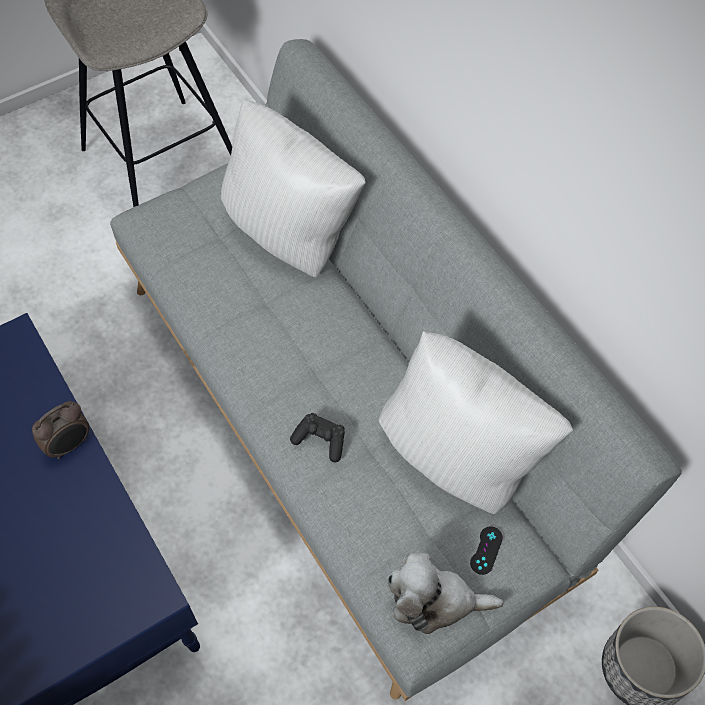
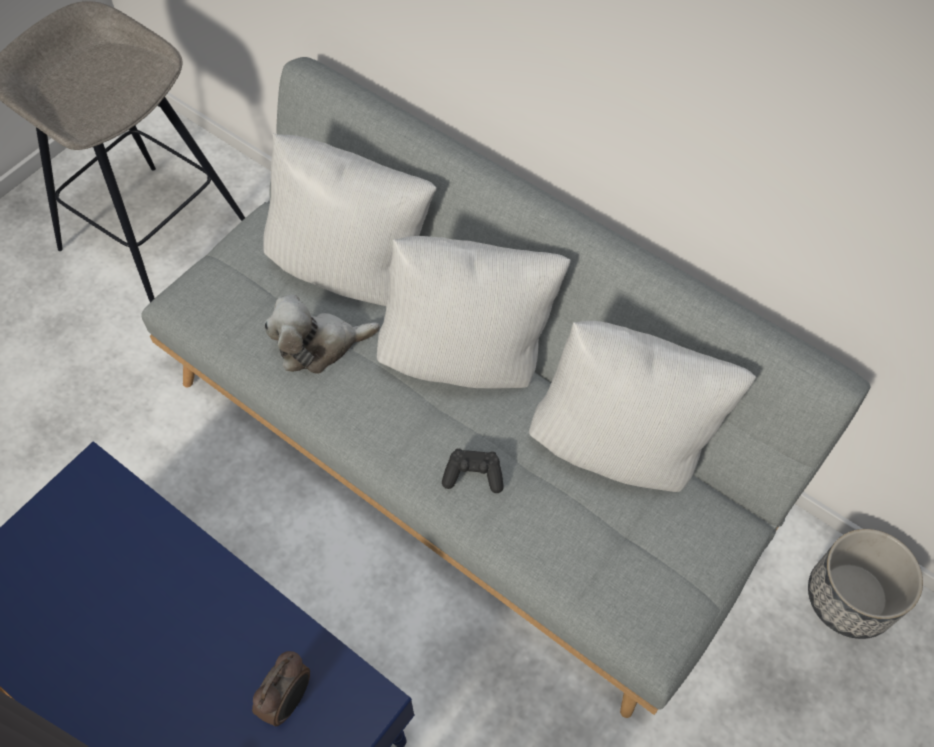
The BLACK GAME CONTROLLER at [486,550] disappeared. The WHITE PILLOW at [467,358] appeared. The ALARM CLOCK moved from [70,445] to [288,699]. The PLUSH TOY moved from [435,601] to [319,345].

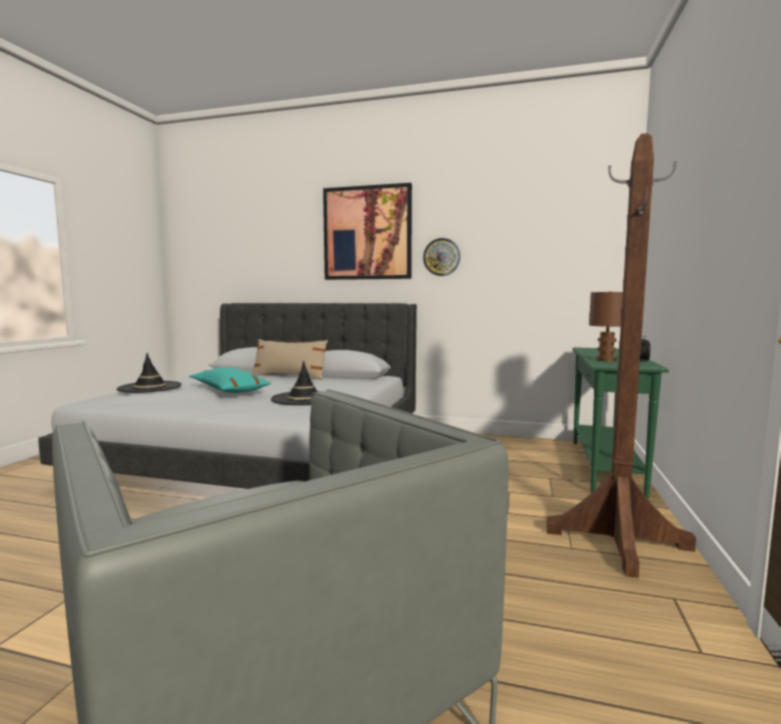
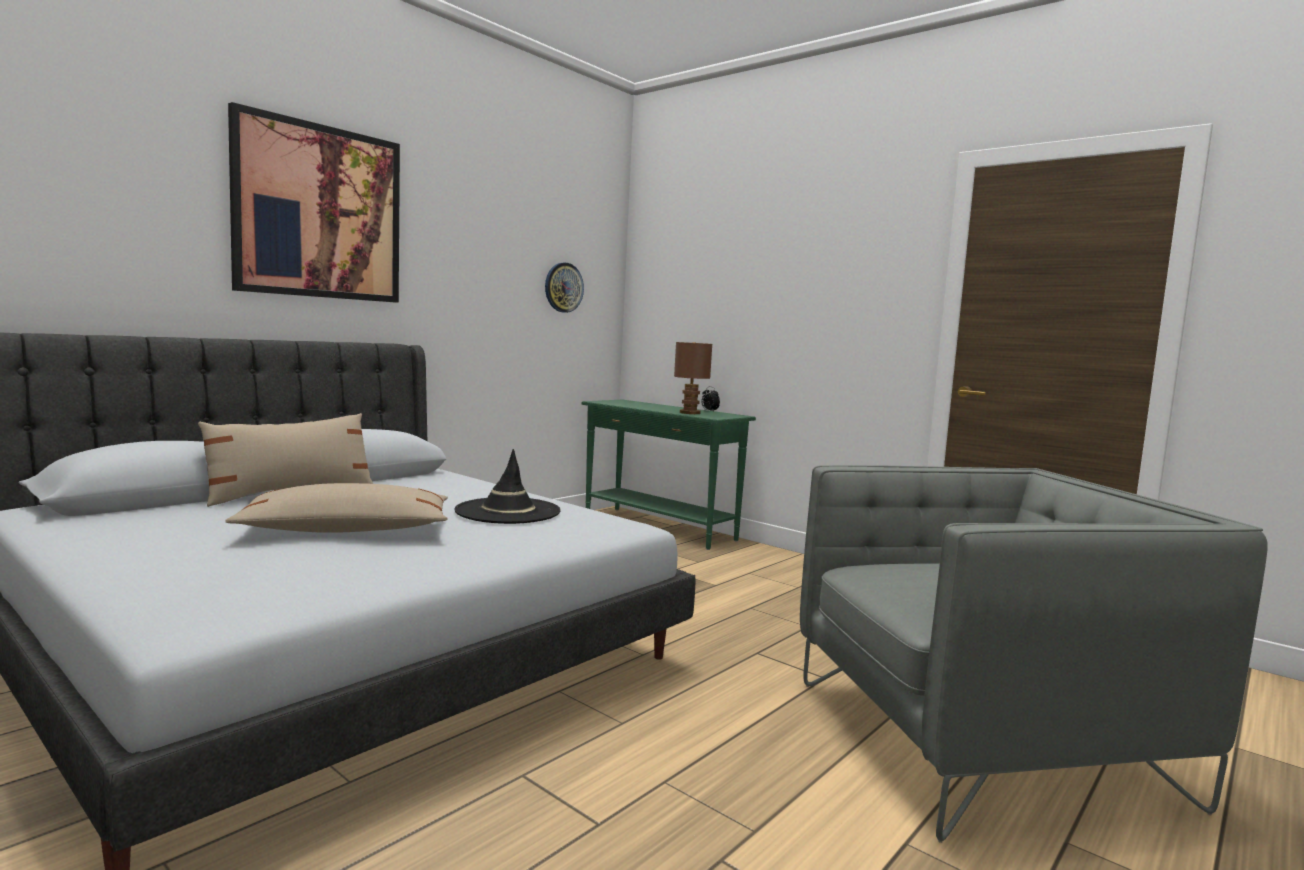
The BLACK HAT at [150,387] disappeared. The BROWN CLOTHES RACK at [617,539] disappeared. The WALL CLOCK moved from [441,257] to [563,287]. The TURQUOISE PILLOW at [229,390] became the BEIGE PILLOW at [347,530].

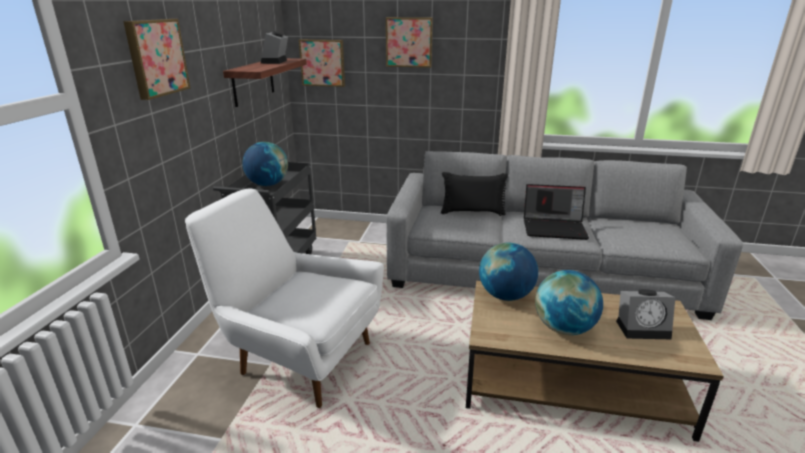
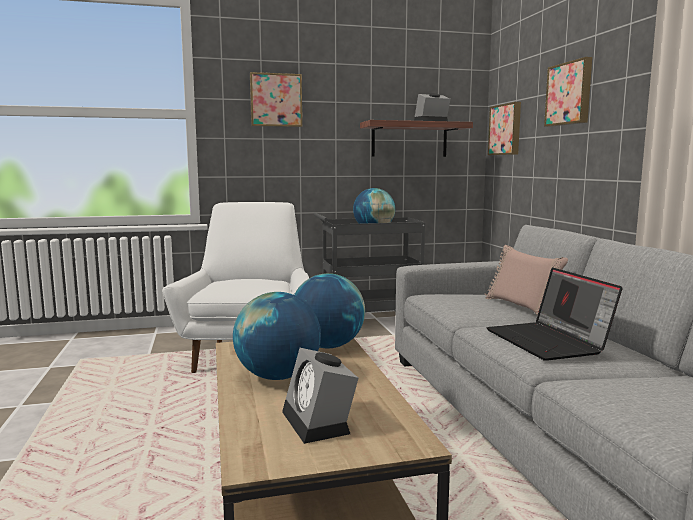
The BLACK PILLOW at [472,212] became the BEIGE PILLOW at [521,308].

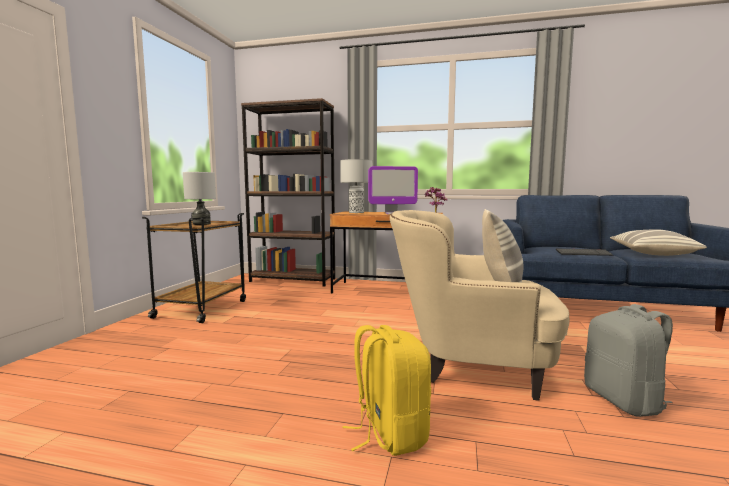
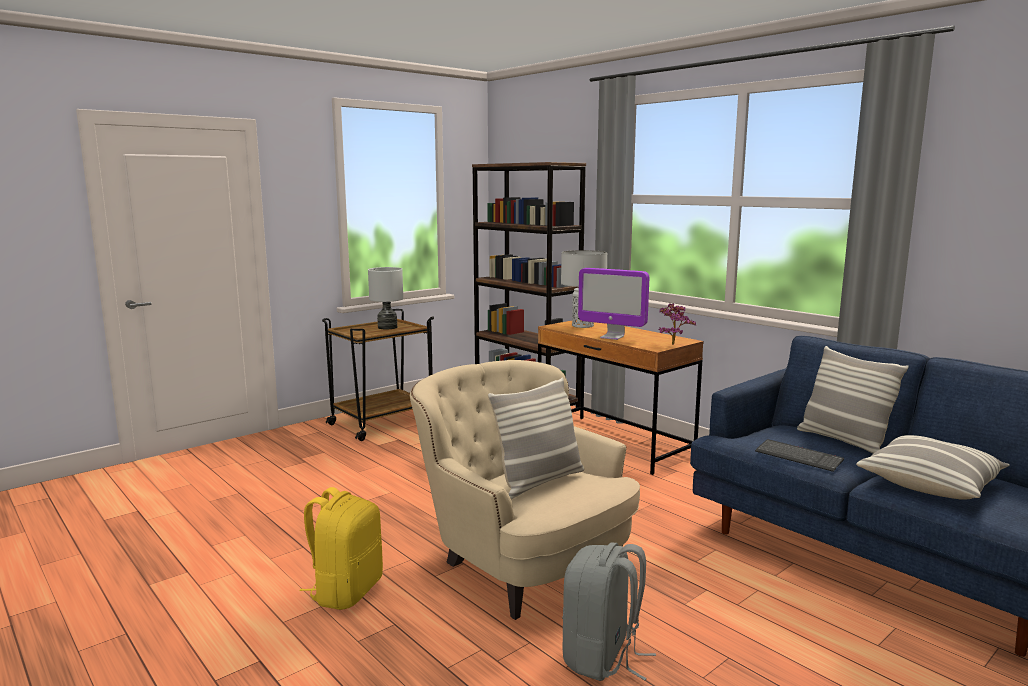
The PILLOW at [843,441] appeared.

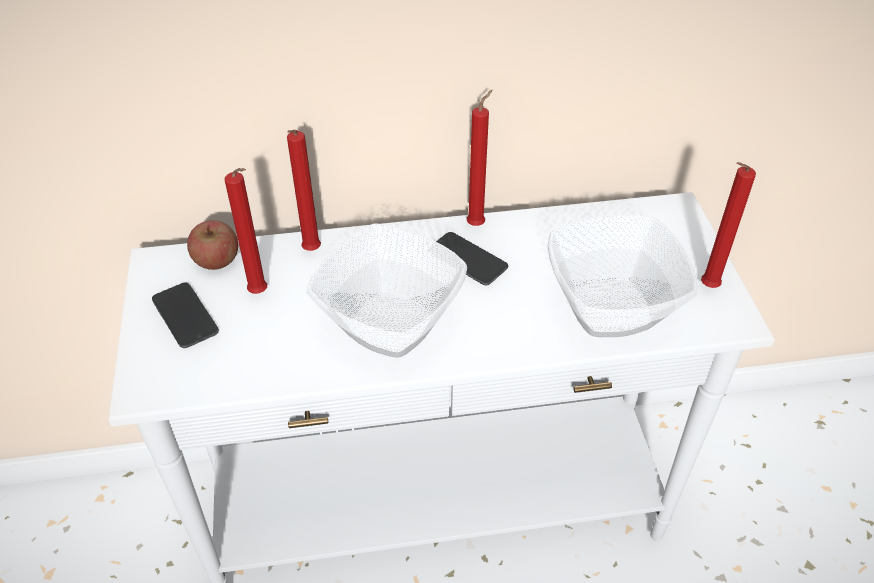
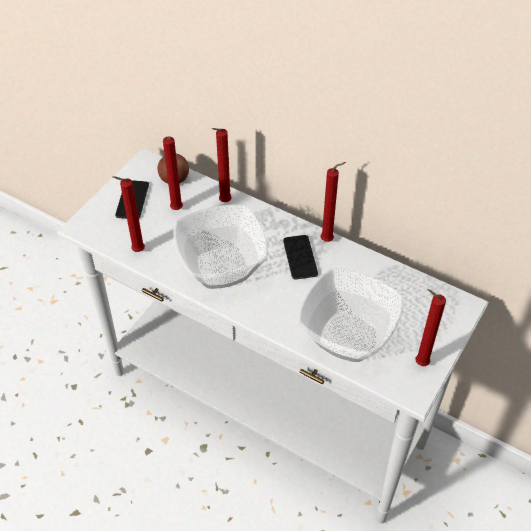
The RED CANDLE at [136,251] appeared.

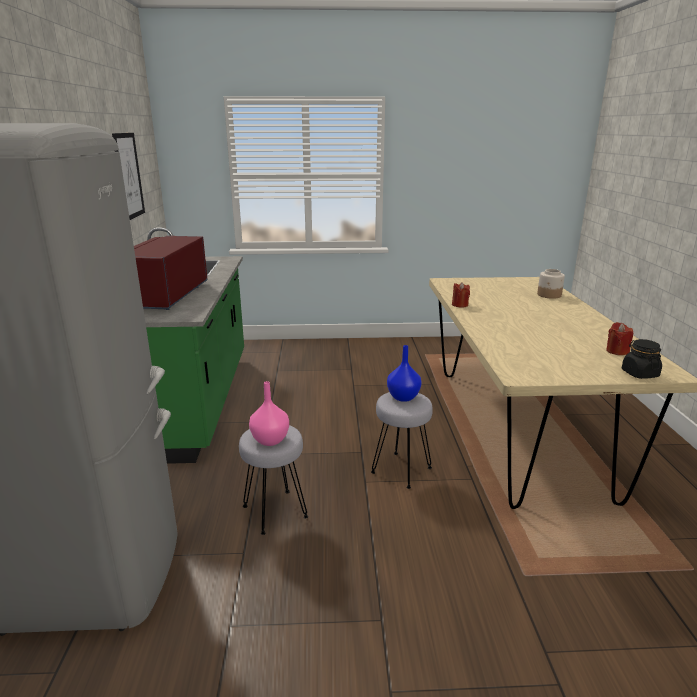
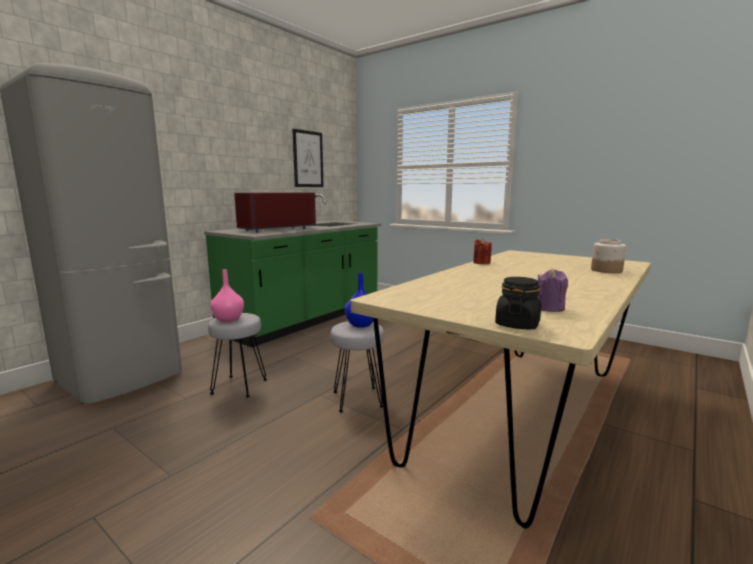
The RED CANDLE at [617,351] became the PURPLE CANDLE at [549,308].

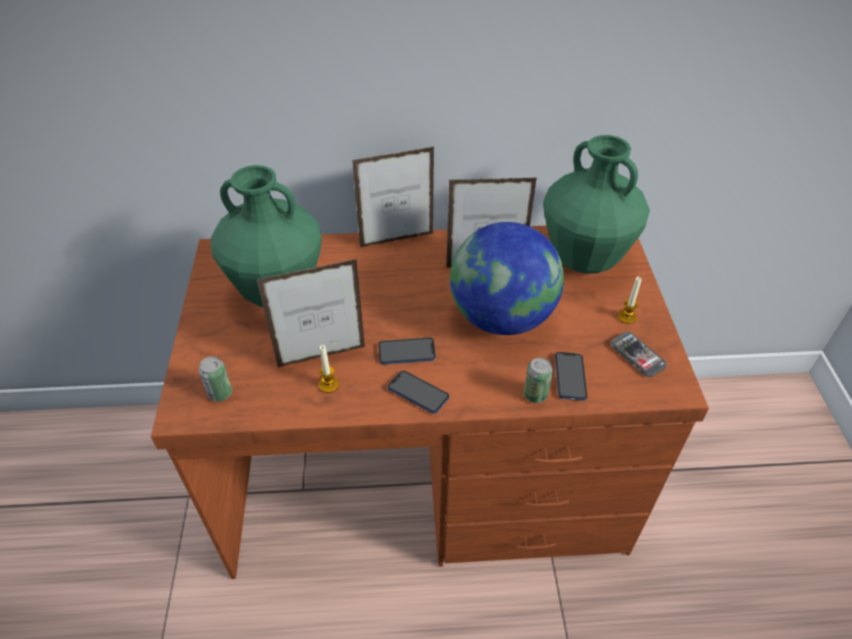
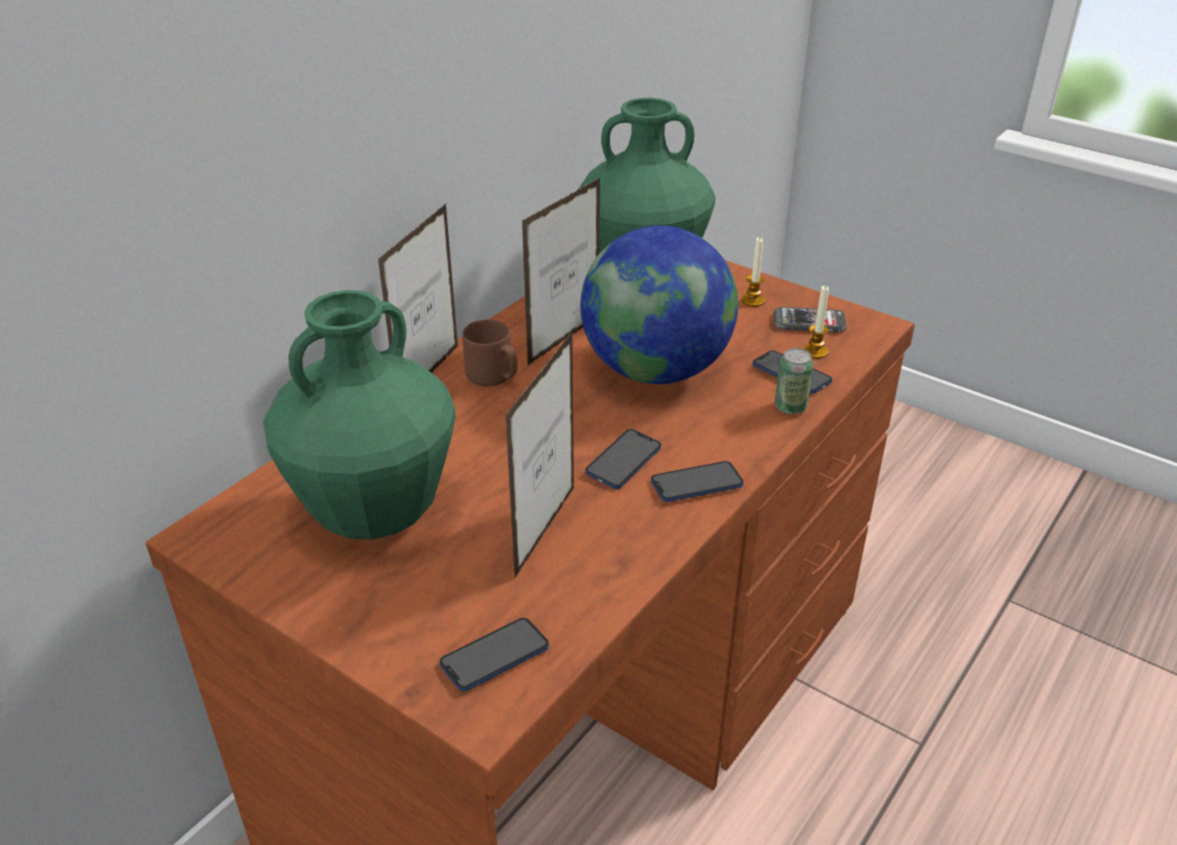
The BROWN MUG at [493,376] appeared. The CANDLE moved from [328,385] to [815,351]. The CAN at [220,393] was replaced by the PHONE at [494,656].

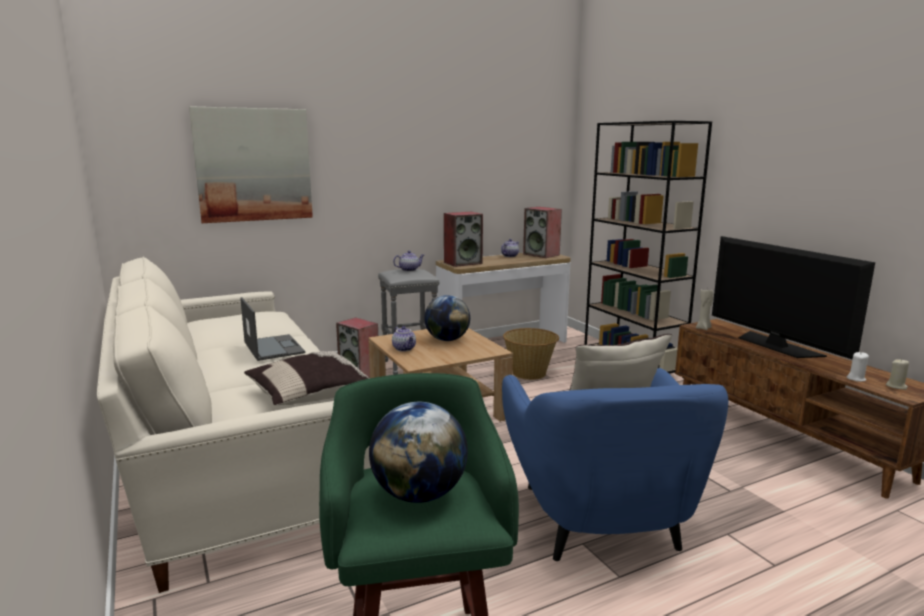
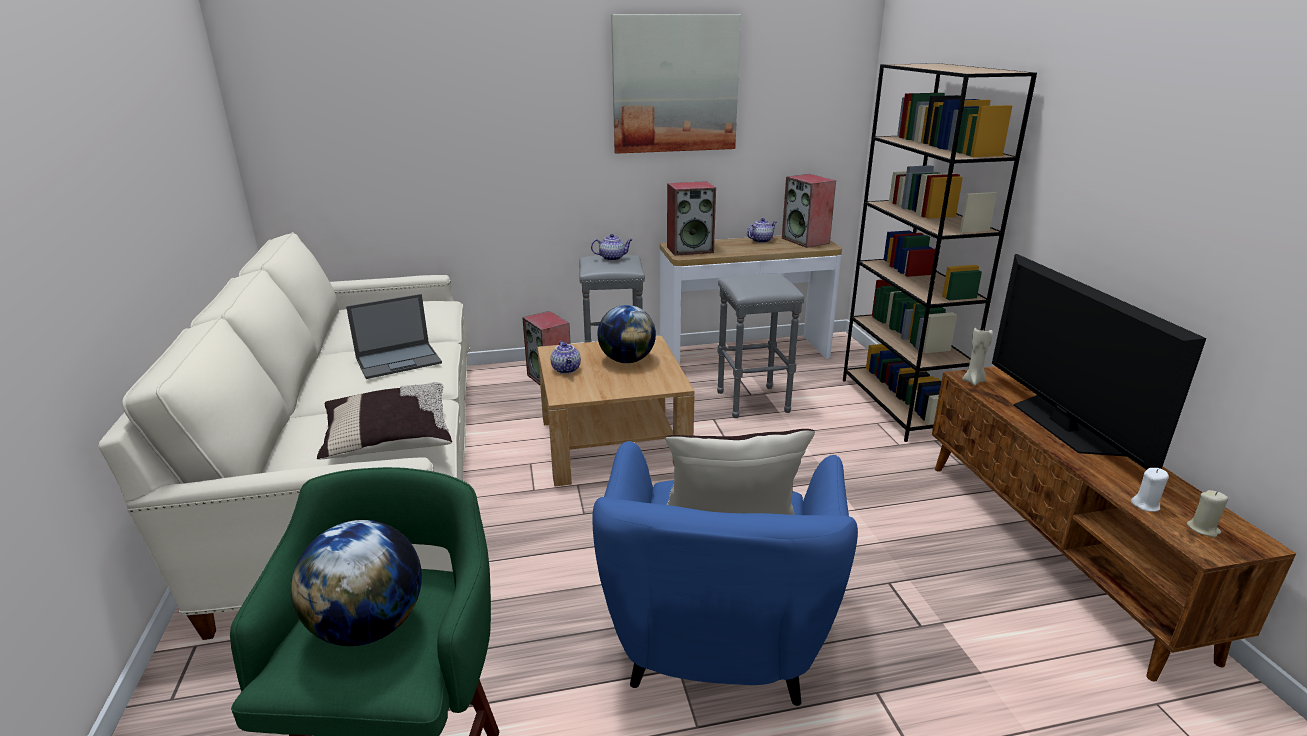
The PICTURE moved from [253,165] to [675,84]. The BASKET at [529,373] was replaced by the GREY STOOL at [754,402]. The LAPTOP at [273,347] turned 75 degrees clockwise.

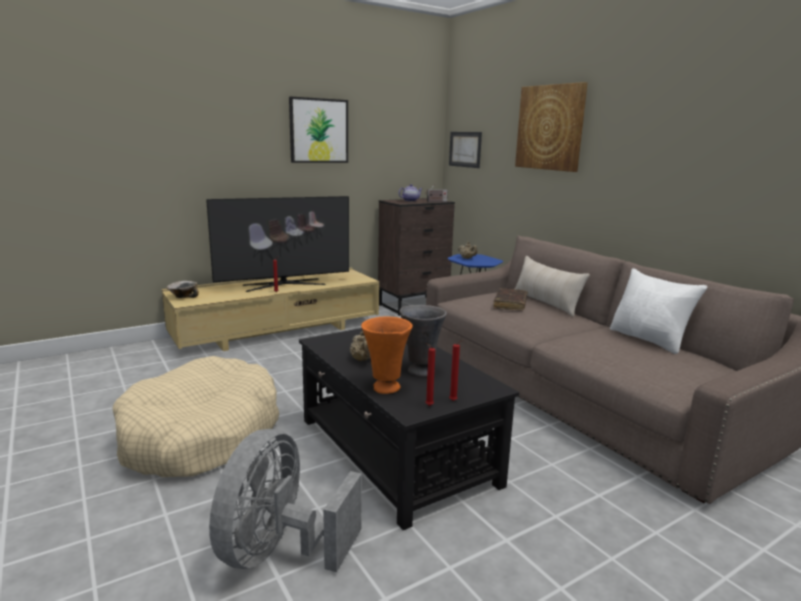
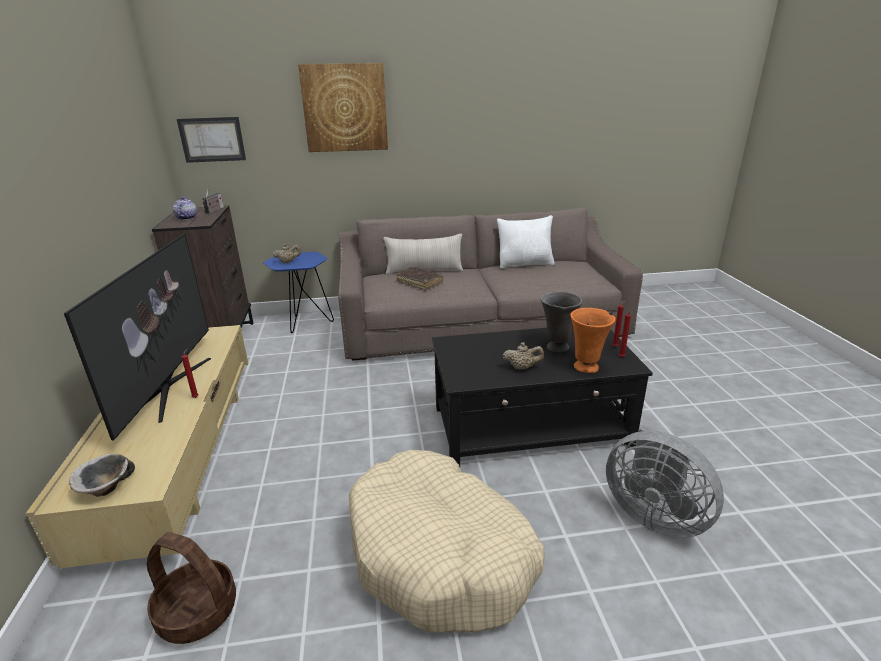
The PICTURE at [319,131] disappeared. The BASKET at [197,612] appeared.

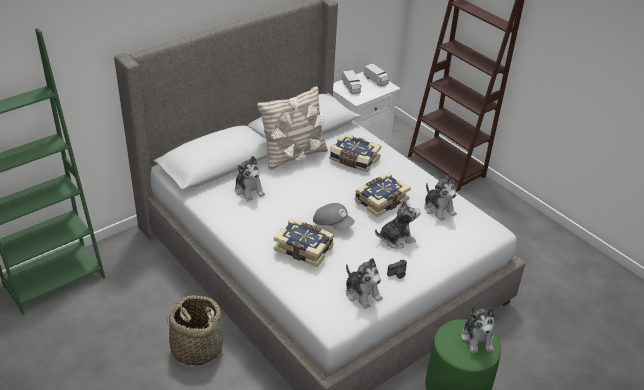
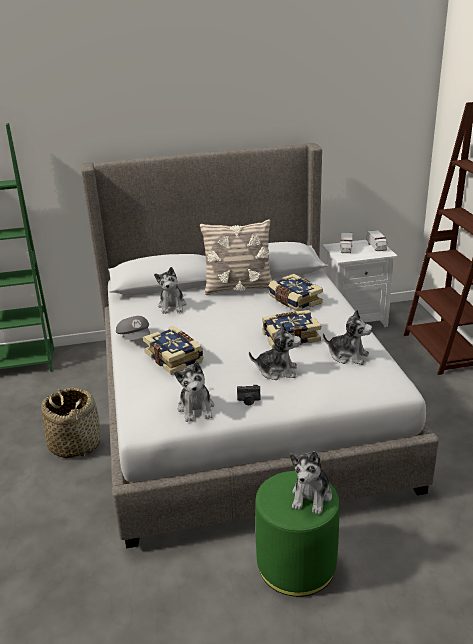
The GREY CAP moved from [333,224] to [135,337]. The PLUSH TOY at [438,209] turned 60 degrees counterclockwise.

